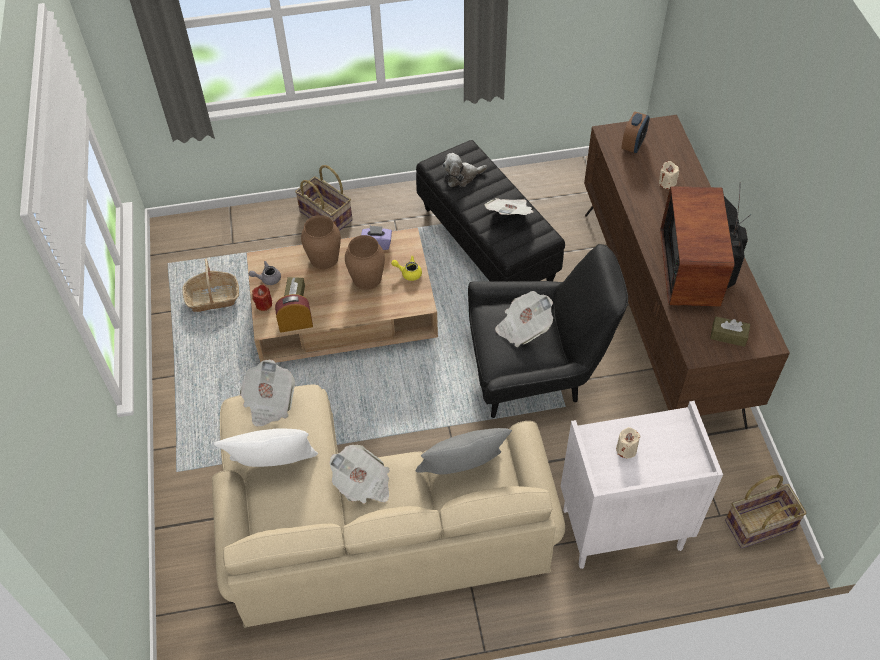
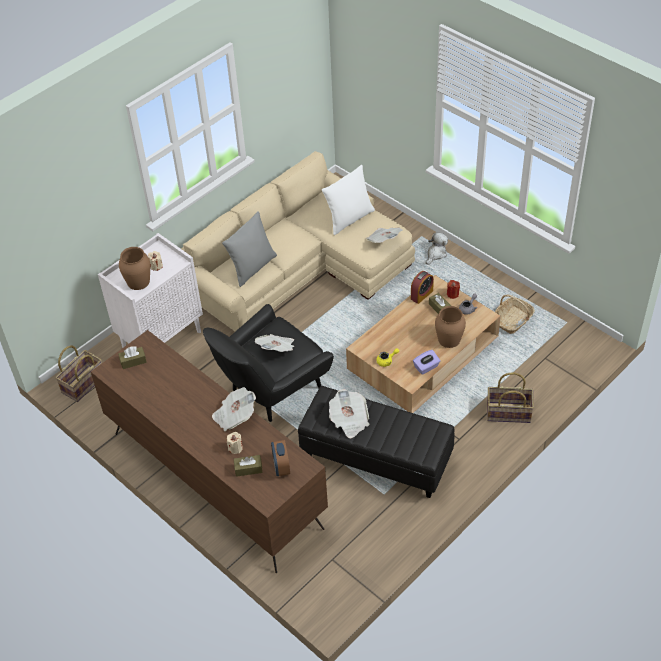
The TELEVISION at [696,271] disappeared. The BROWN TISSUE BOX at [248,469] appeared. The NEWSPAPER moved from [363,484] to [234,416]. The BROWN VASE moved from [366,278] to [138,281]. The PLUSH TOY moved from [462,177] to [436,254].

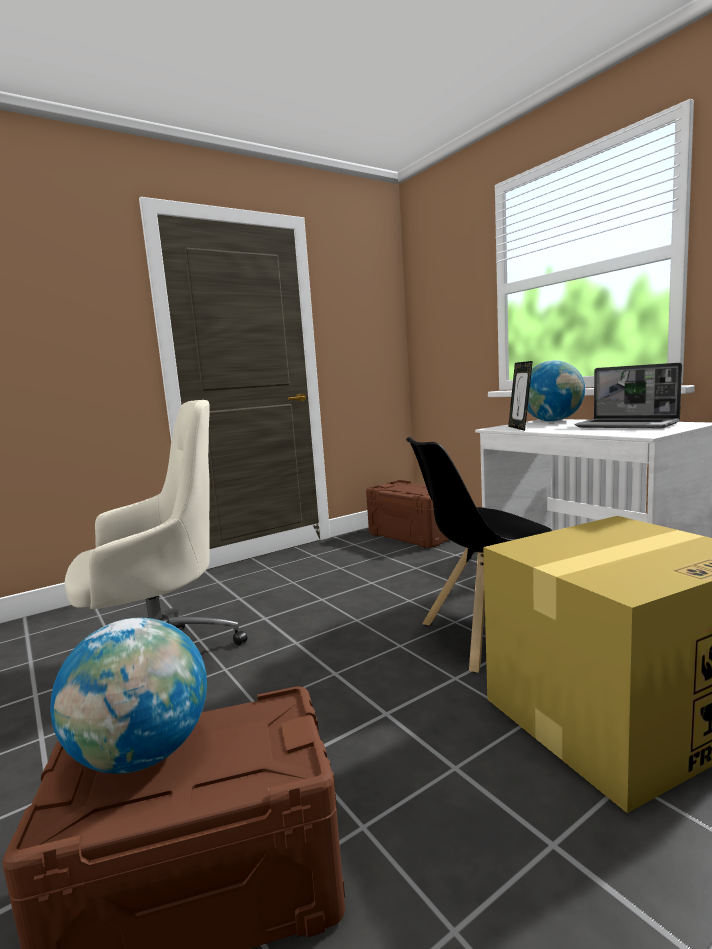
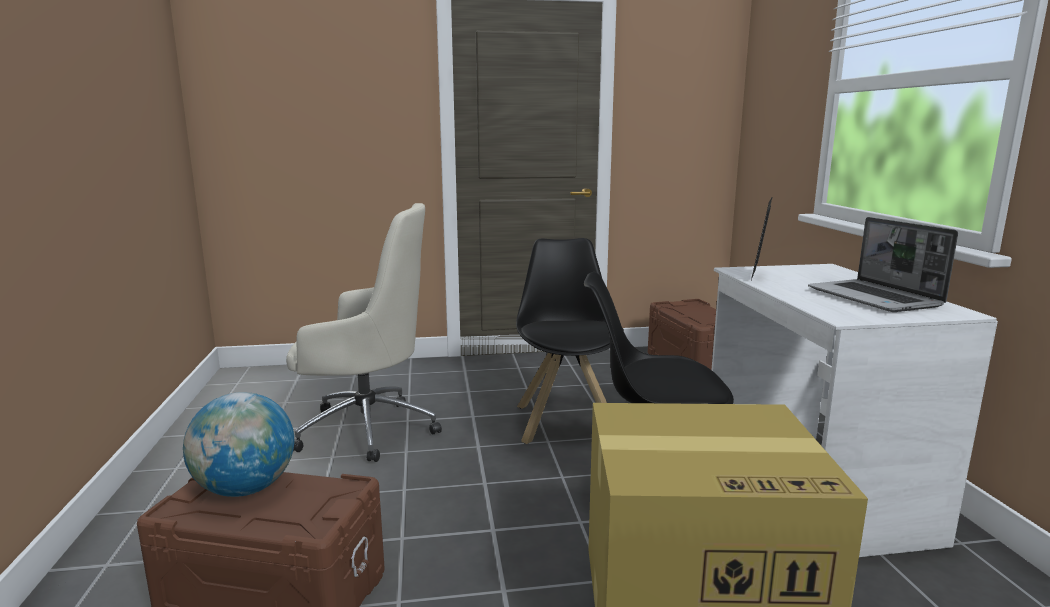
The GLOBE at [552,421] disappeared. The BLACK CHAIR at [566,420] appeared.

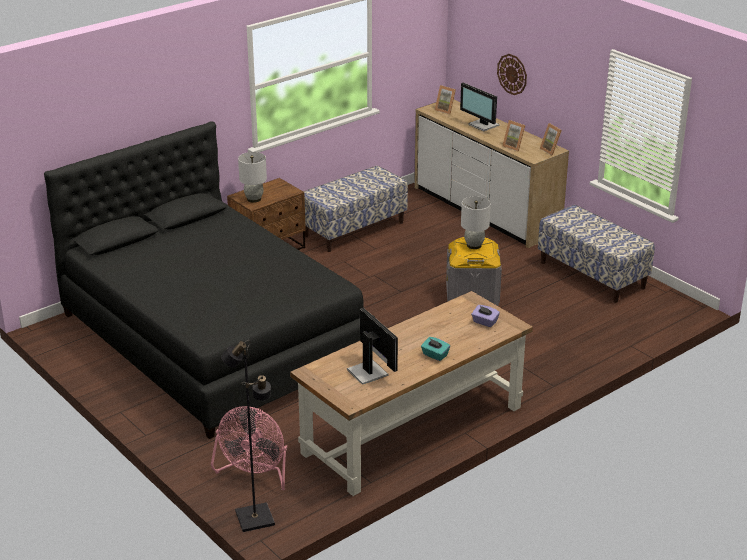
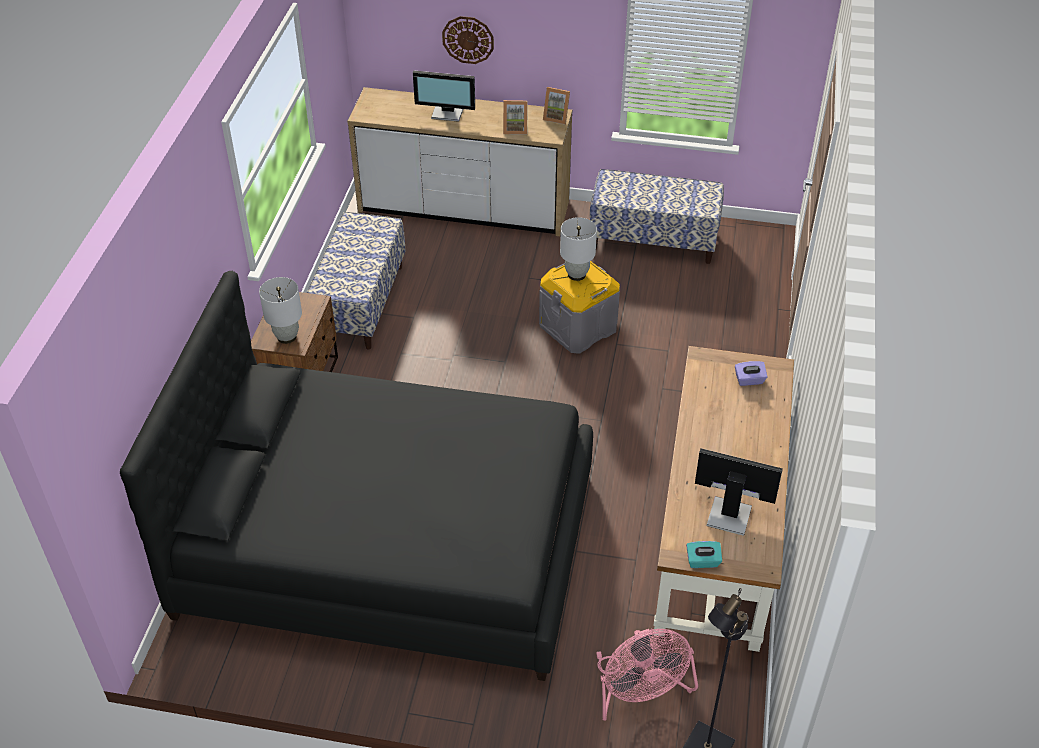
The PICTURE FRAME at [446,110] disappeared. The TURQUOISE TISSUE BOX moved from [435,355] to [703,561].

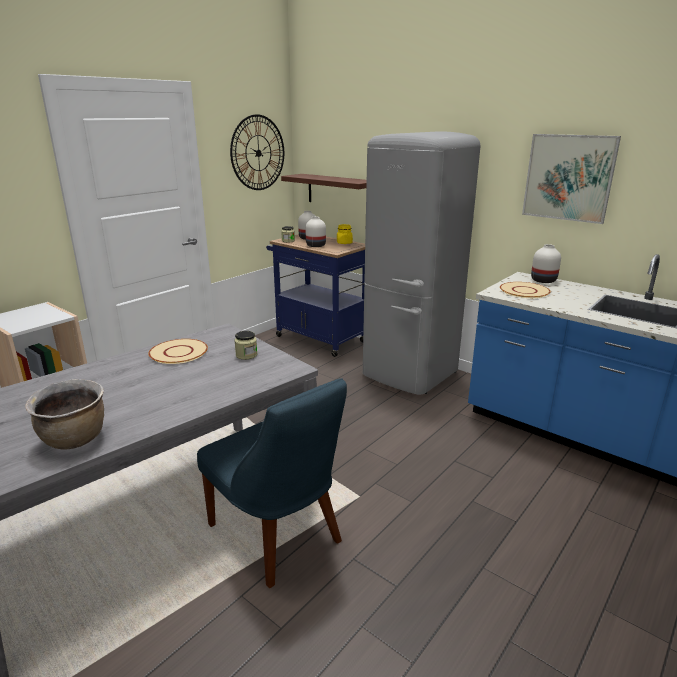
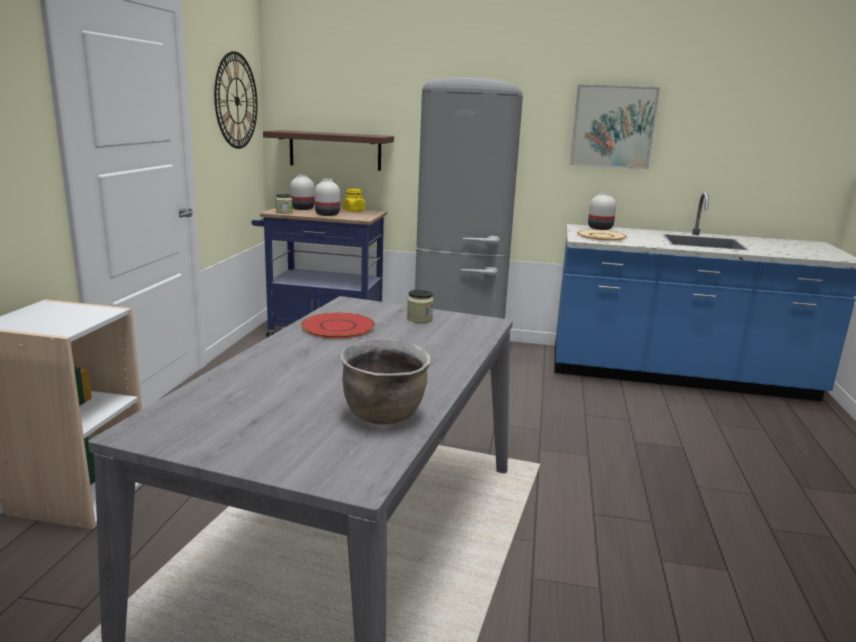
The BLUE CHAIR at [278,536] disappeared. The BEIGE PLATE at [179,352] became the RED PLATE at [338,327].

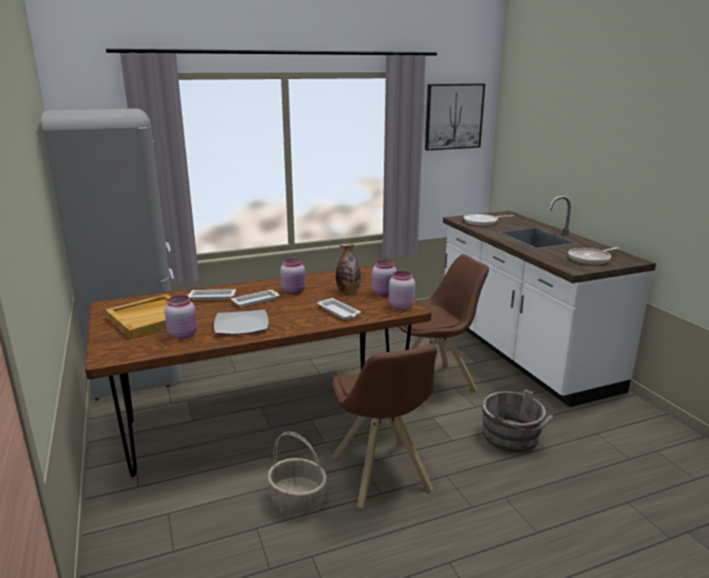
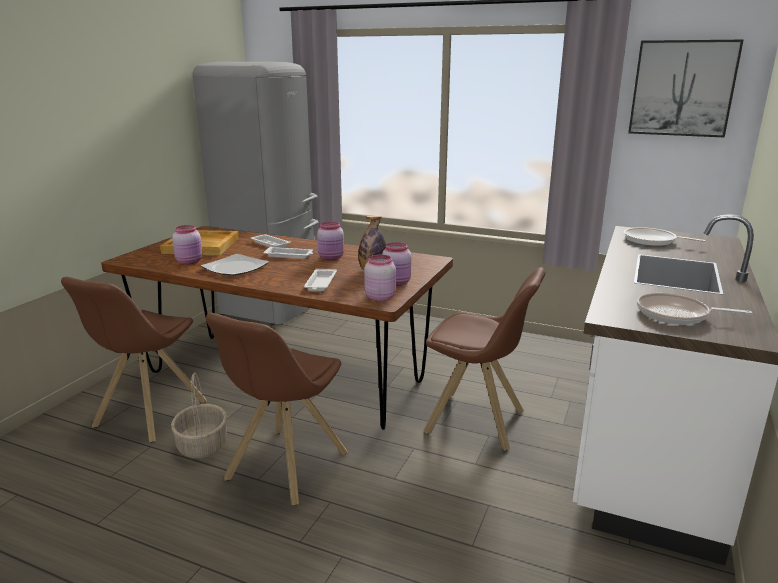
The GREY BUCKET at [513,437] disappeared. The BROWN CHAIR at [149,413] appeared.

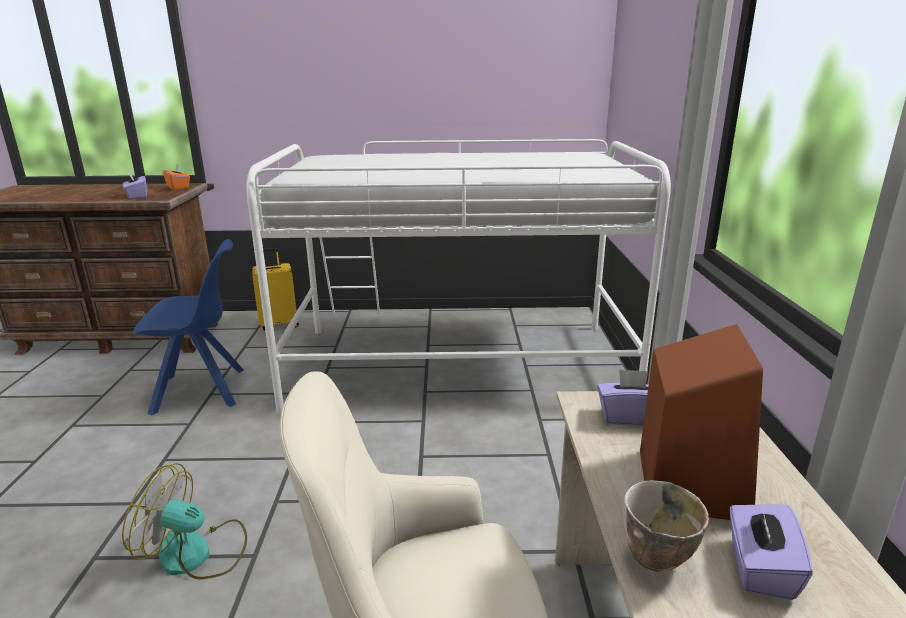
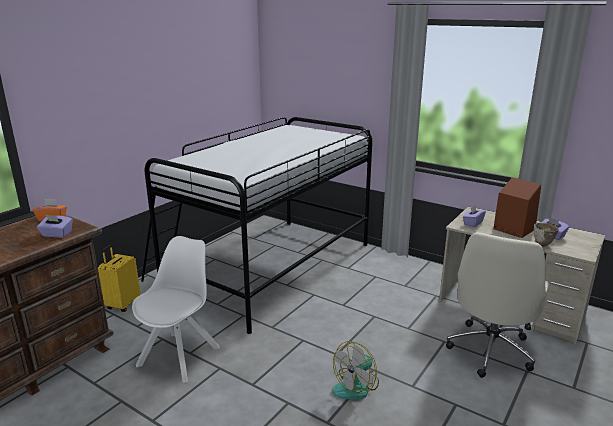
The BLUE CHAIR at [201,391] became the WHITE CHAIR at [180,355]. The WHITE BED at [453,363] became the BLACK BED at [269,268].

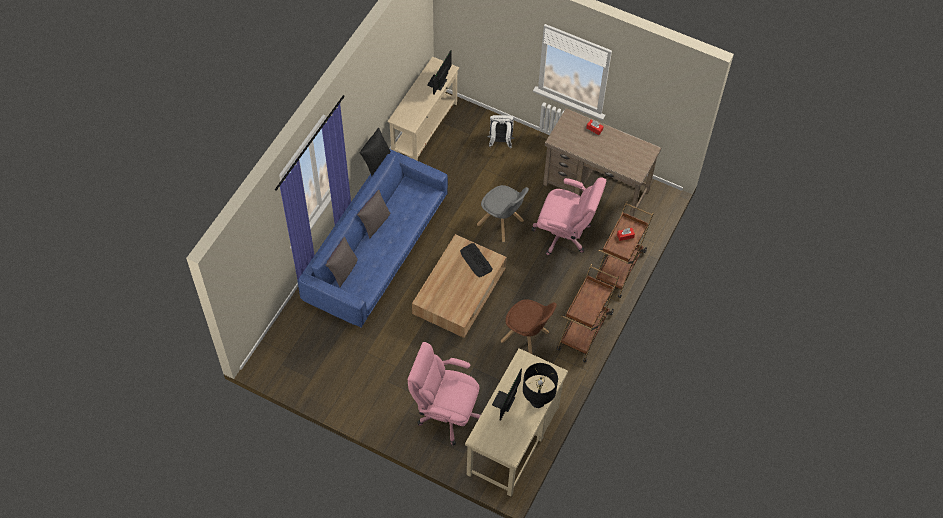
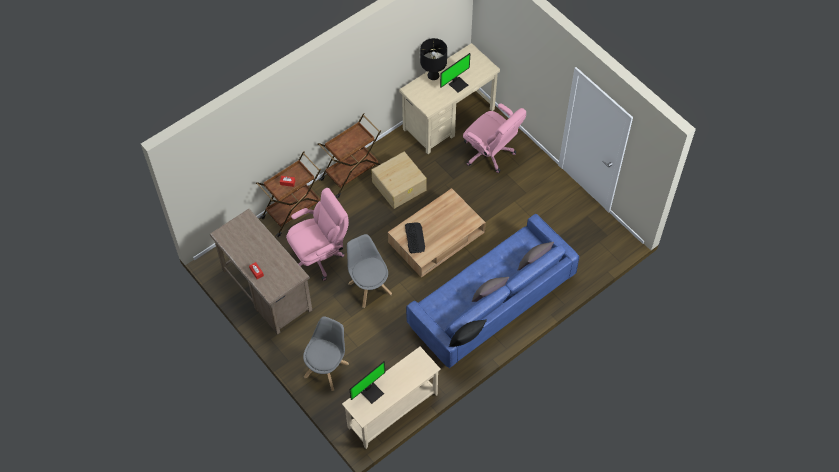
The WHITE BACKPACK at [500,142] was replaced by the GREY CHAIR at [327,368]. The BROWN CHAIR at [527,338] was replaced by the BEIGE STORAGE BOX at [399,185]. The PINK OFFICE CHAIR at [565,235] turned 105 degrees clockwise.

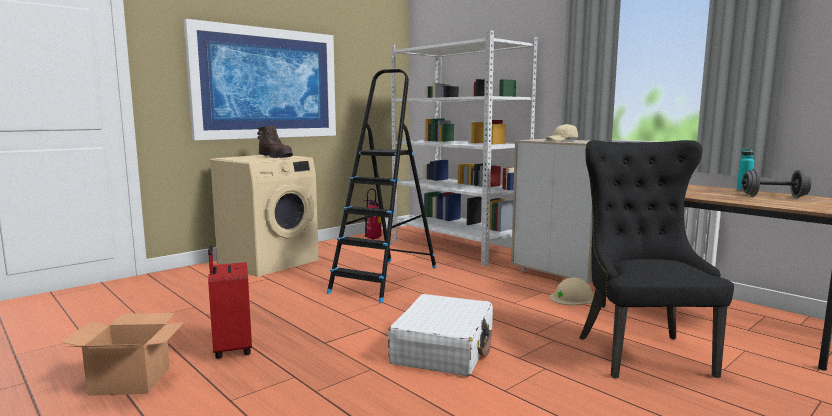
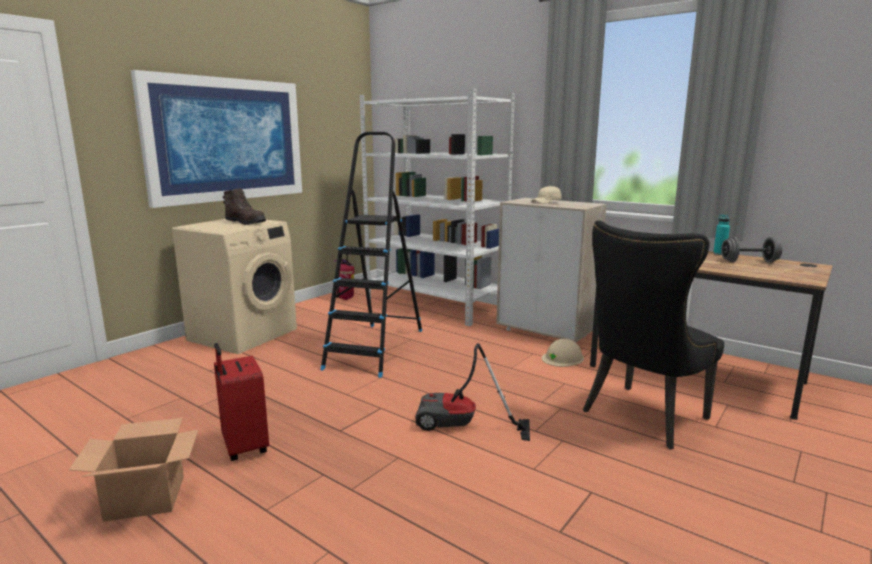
The WHITE SUITCASE at [444,349] was replaced by the VACUUM CLEANER at [461,427]. The BLACK CHAIR at [642,354] turned 120 degrees counterclockwise.

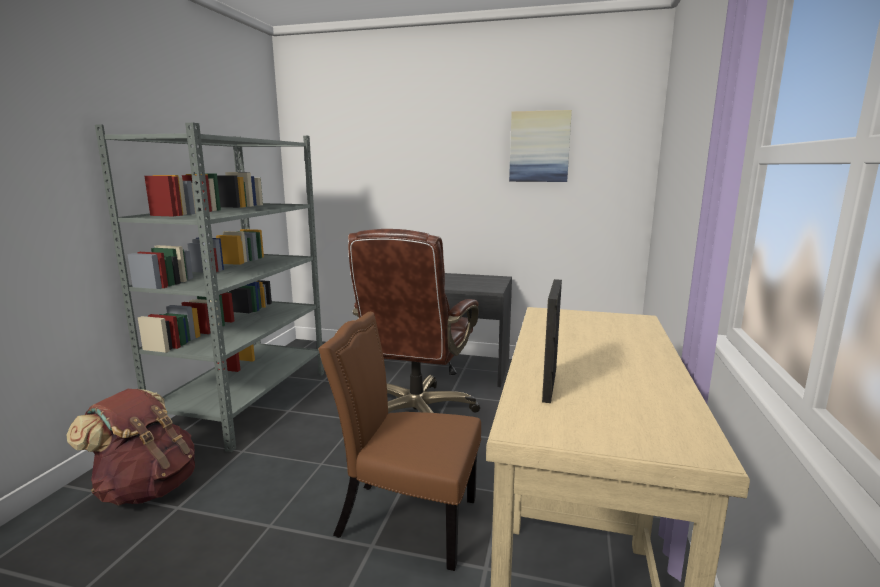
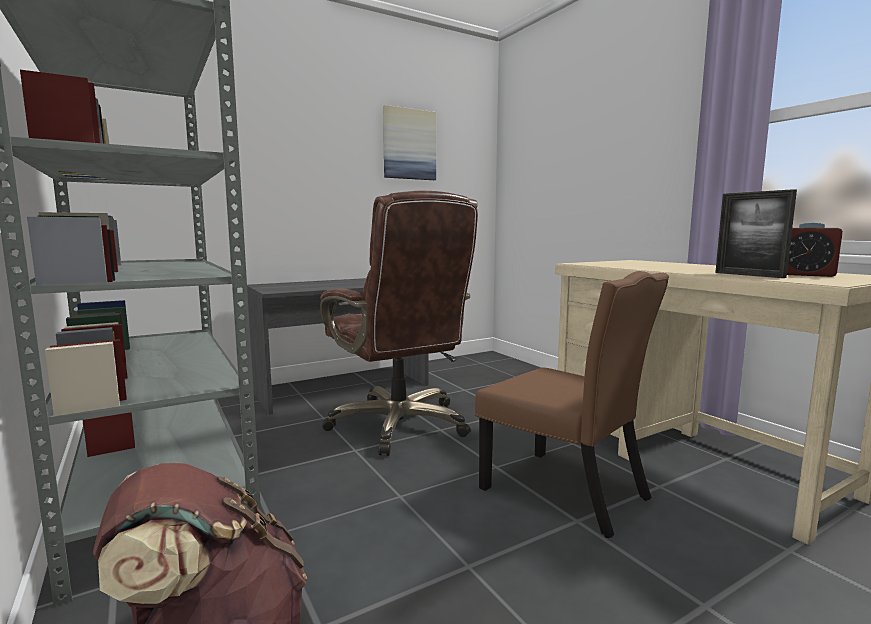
The ALARM CLOCK at [805,275] appeared. The BROWN CHAIR at [410,520] turned 105 degrees counterclockwise.

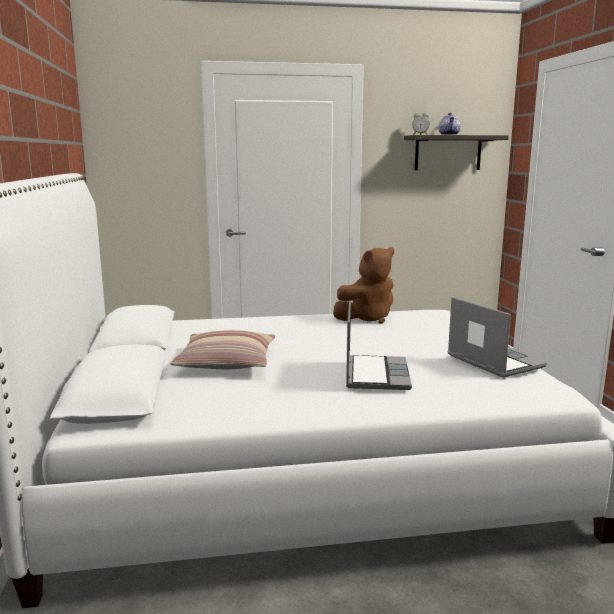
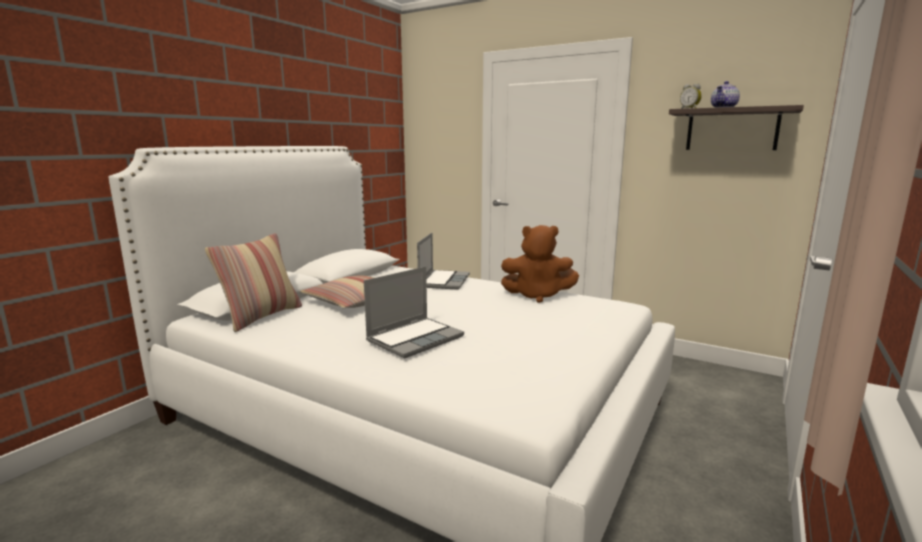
The PILLOW at [261,316] appeared. The LAPTOP moved from [492,361] to [443,281].

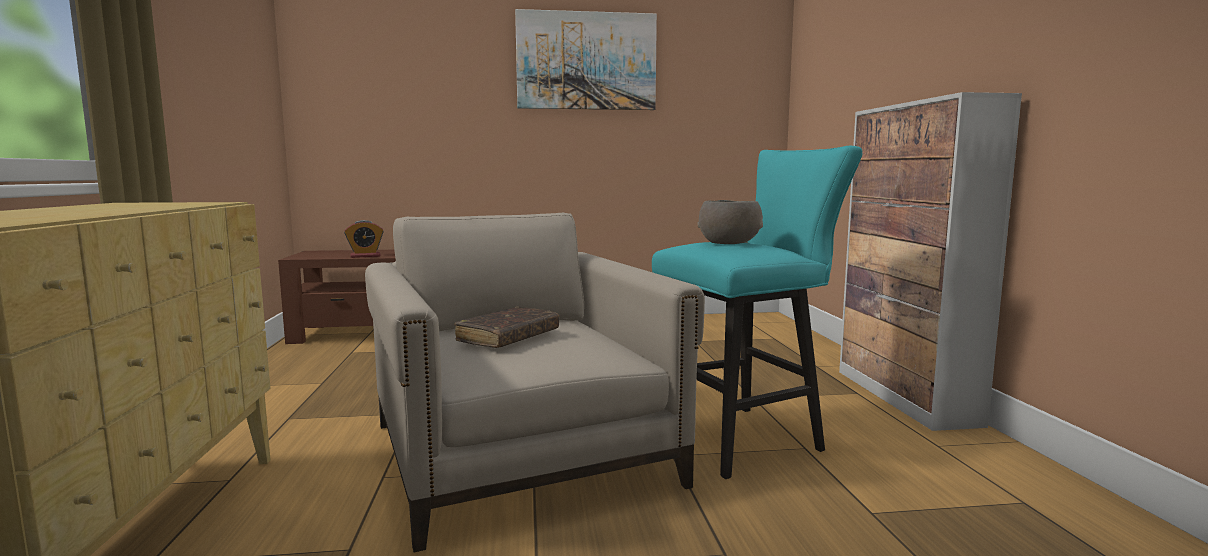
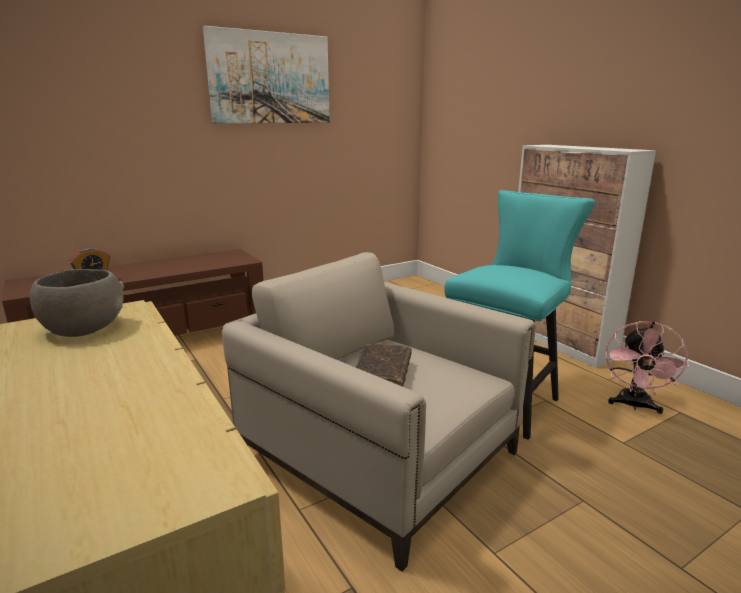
The PINK FAN at [634,406] appeared. The GREY BOWL moved from [729,242] to [84,328].

